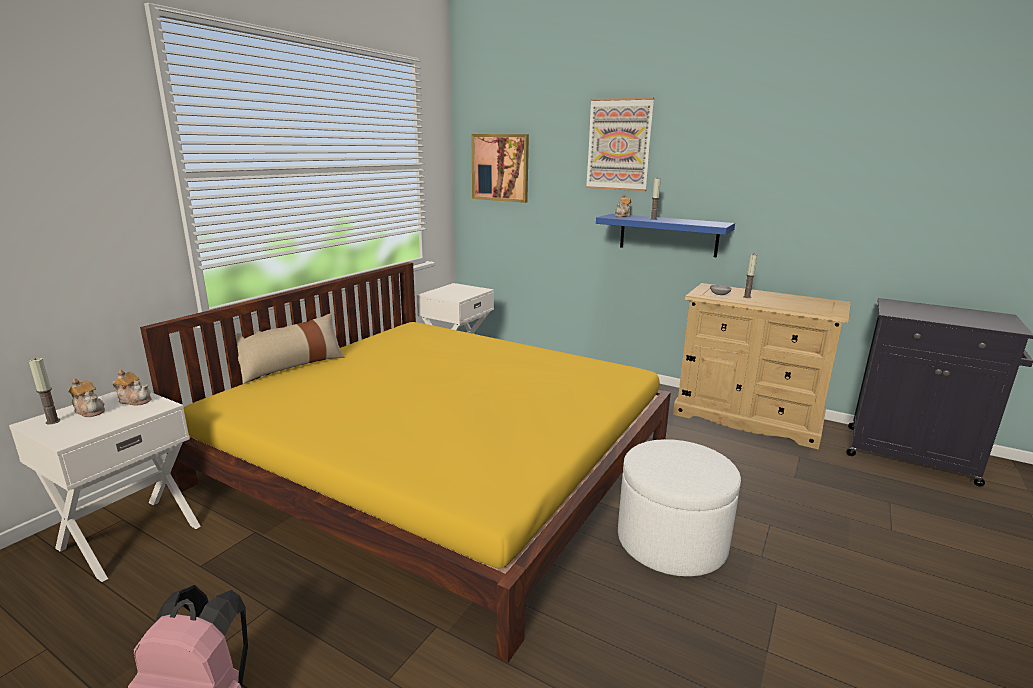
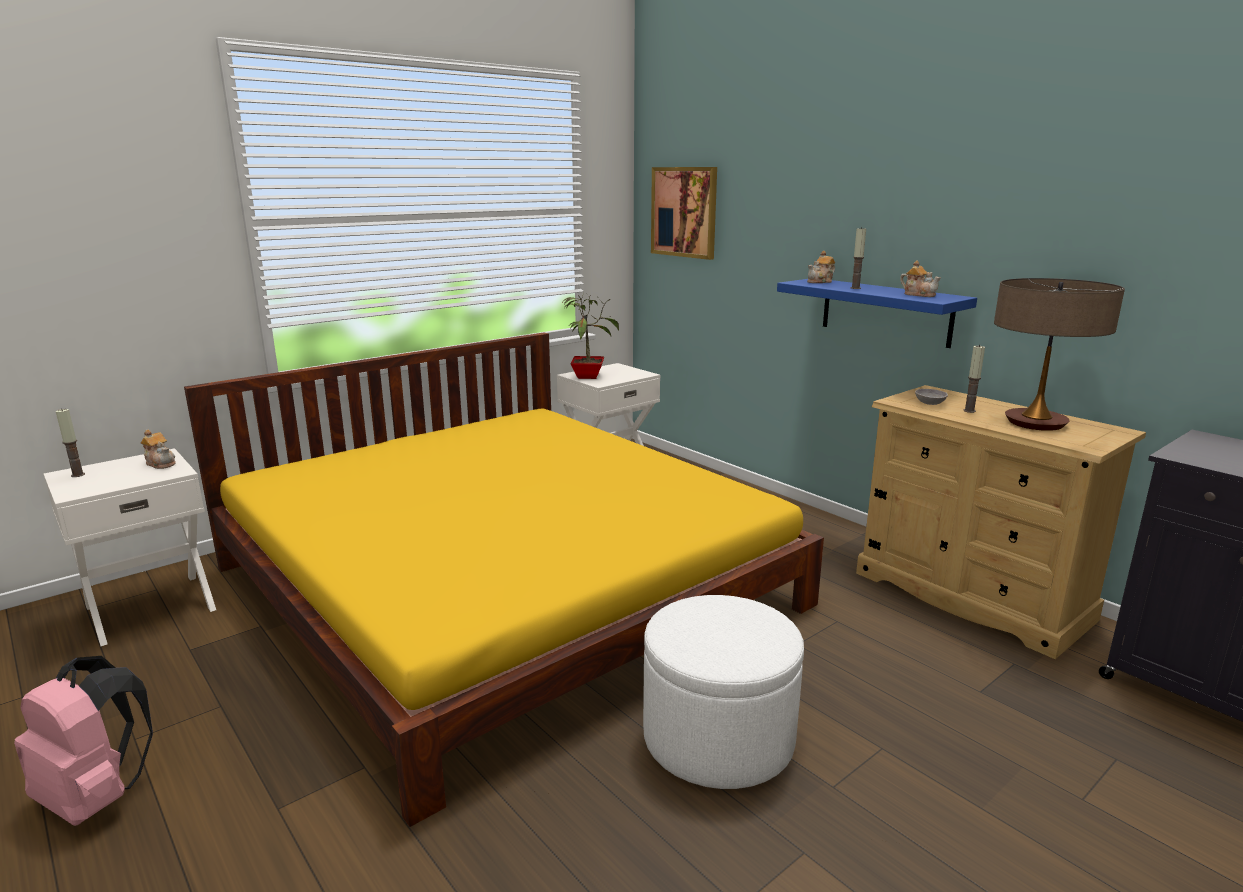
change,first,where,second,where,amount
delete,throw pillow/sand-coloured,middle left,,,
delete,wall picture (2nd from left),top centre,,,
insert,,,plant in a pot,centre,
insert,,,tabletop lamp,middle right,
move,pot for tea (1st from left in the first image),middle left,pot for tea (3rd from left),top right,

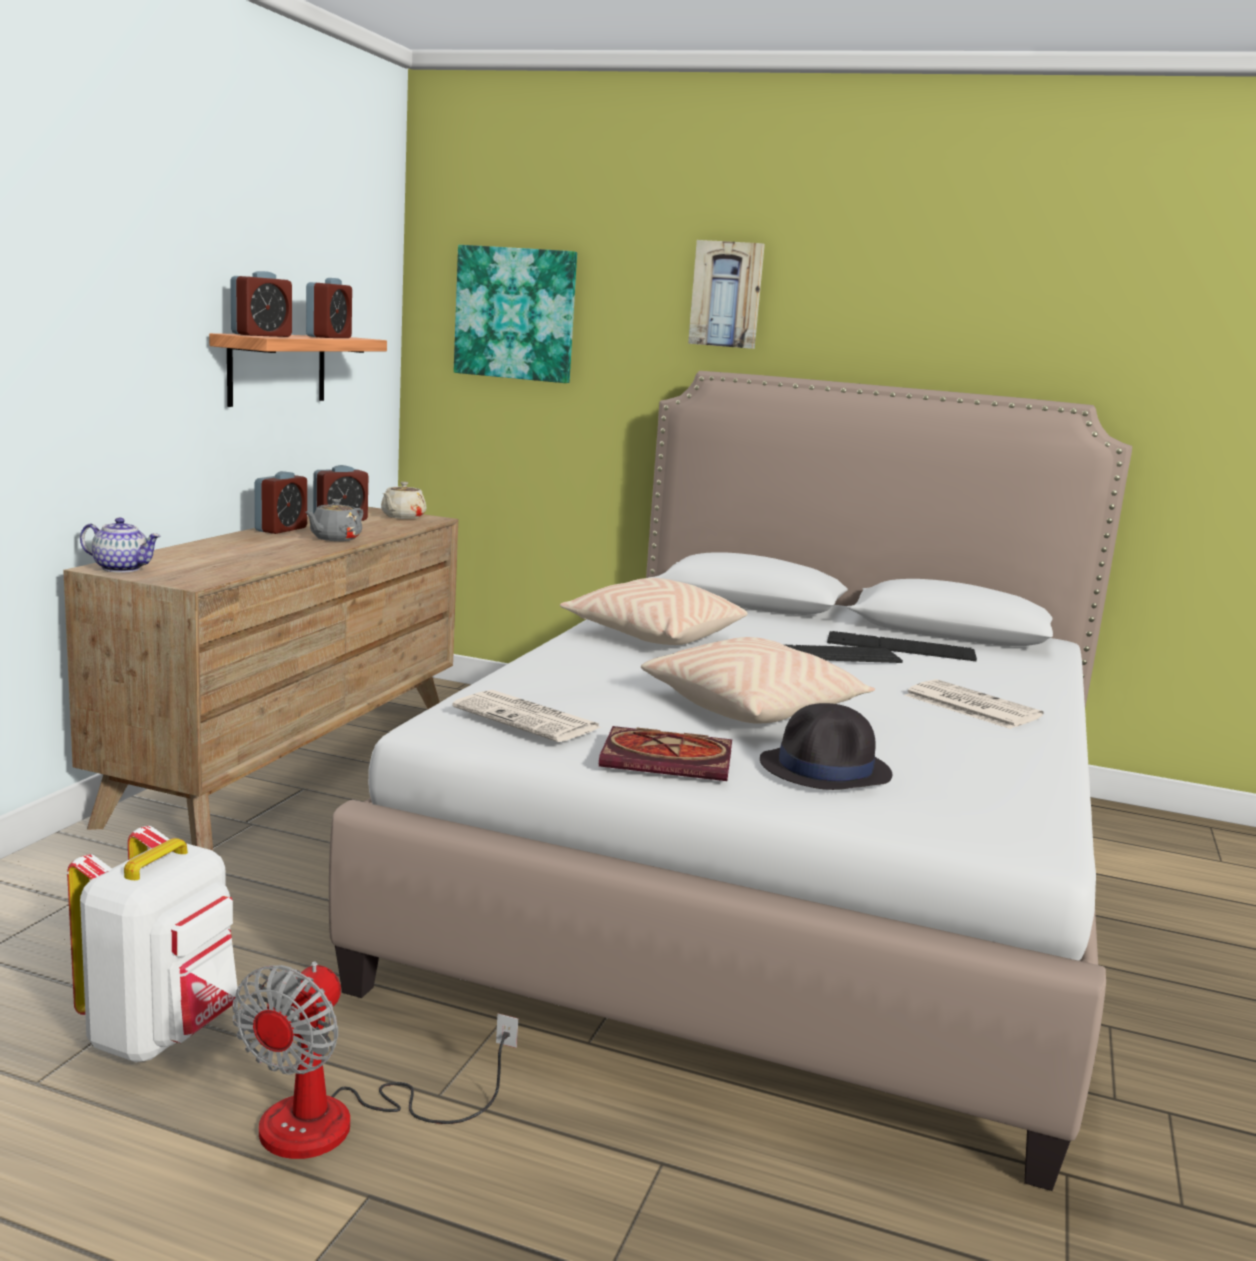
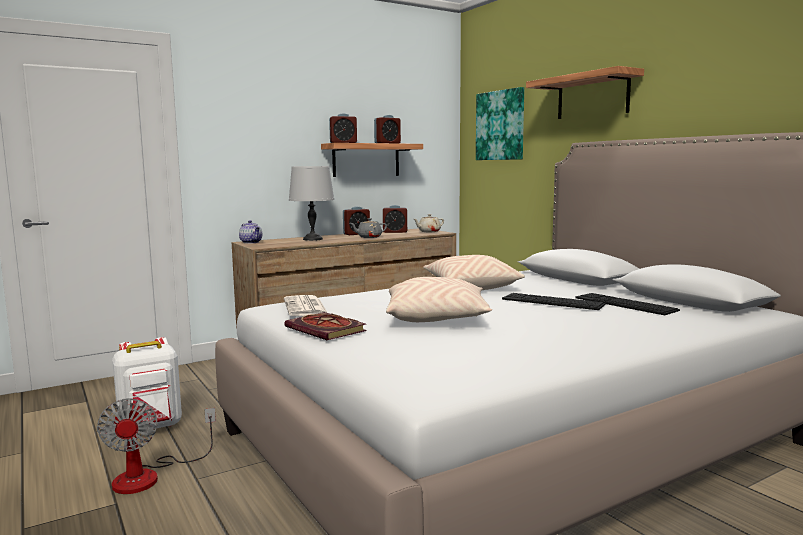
change,first,where,second,where,amount
delete,wearable hat/black,centre,,,
delete,newspaper (2nd from left),middle right,,,
insert,,,tabletop lamp/grey,centre,
replace,wall picture (2nd from left),top centre,bracket shelf (2nd from left),top right,
rotate,electric fan,bottom left,,bottom left,75 degrees counterclockwise

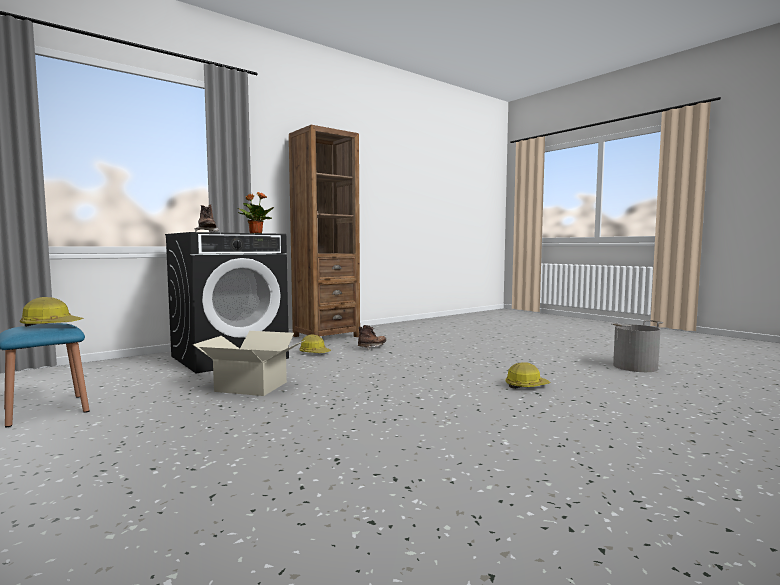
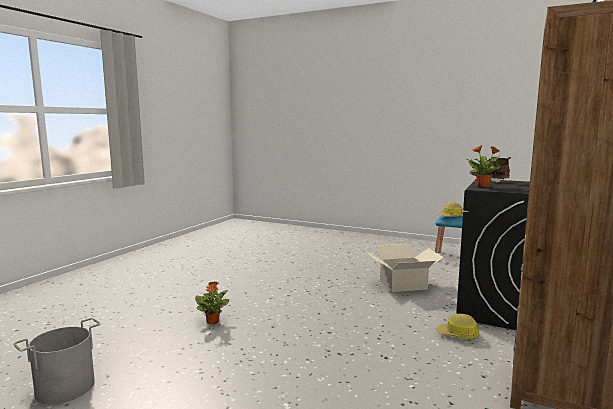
change,first,where,second,where,amount
delete,boot/brown (2nd from left),centre,,,
replace,work helmet (3rd from left),middle right,plant in a pot (1st from left),bottom centre,

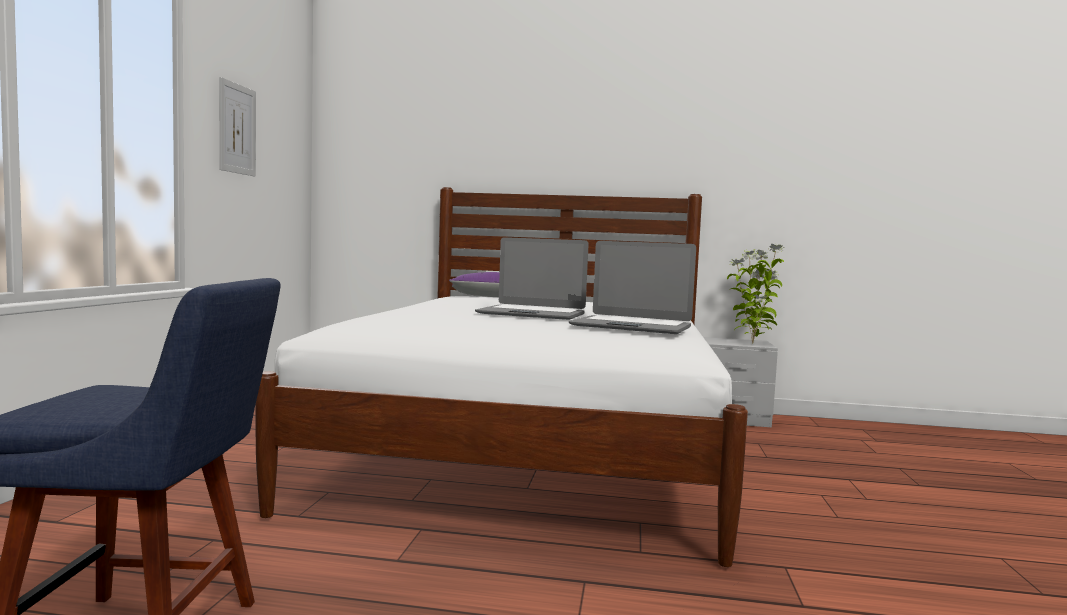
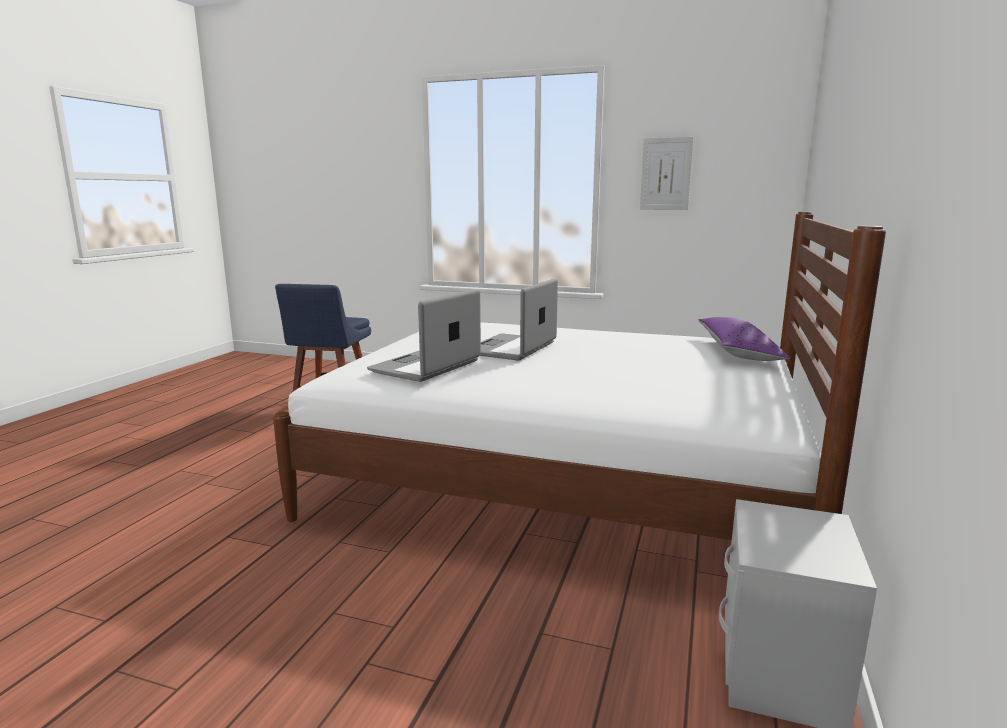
change,first,where,second,where,amount
delete,plant in a pot,middle right,,,

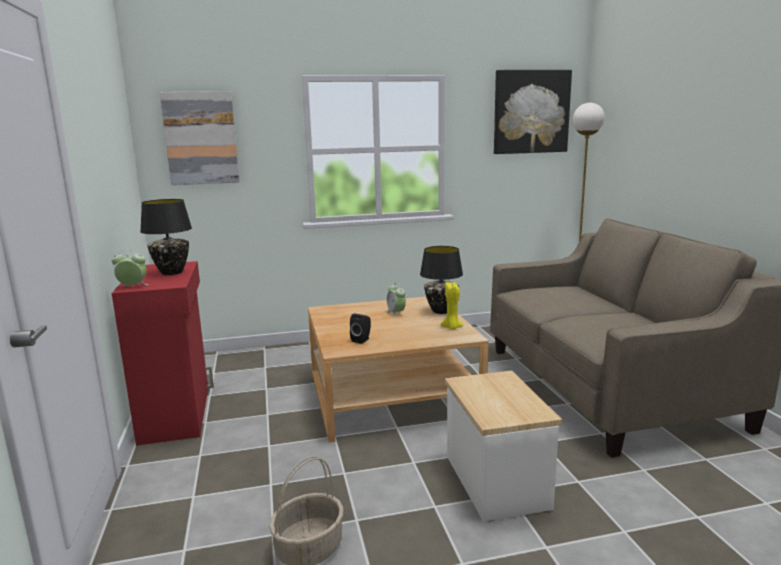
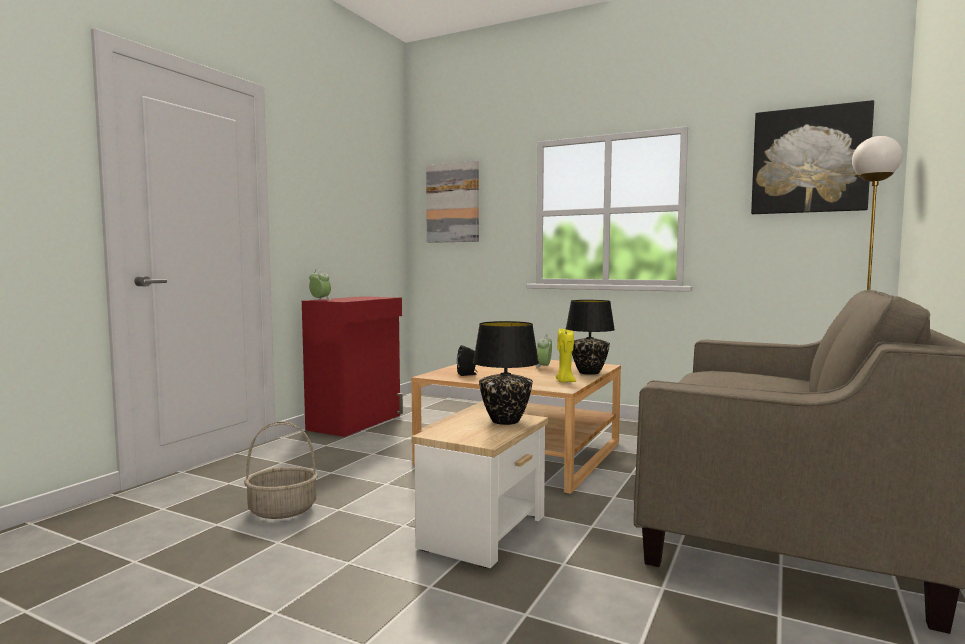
change,first,where,second,where,amount
move,tabletop lamp/black (1st from left),middle left,,centre,

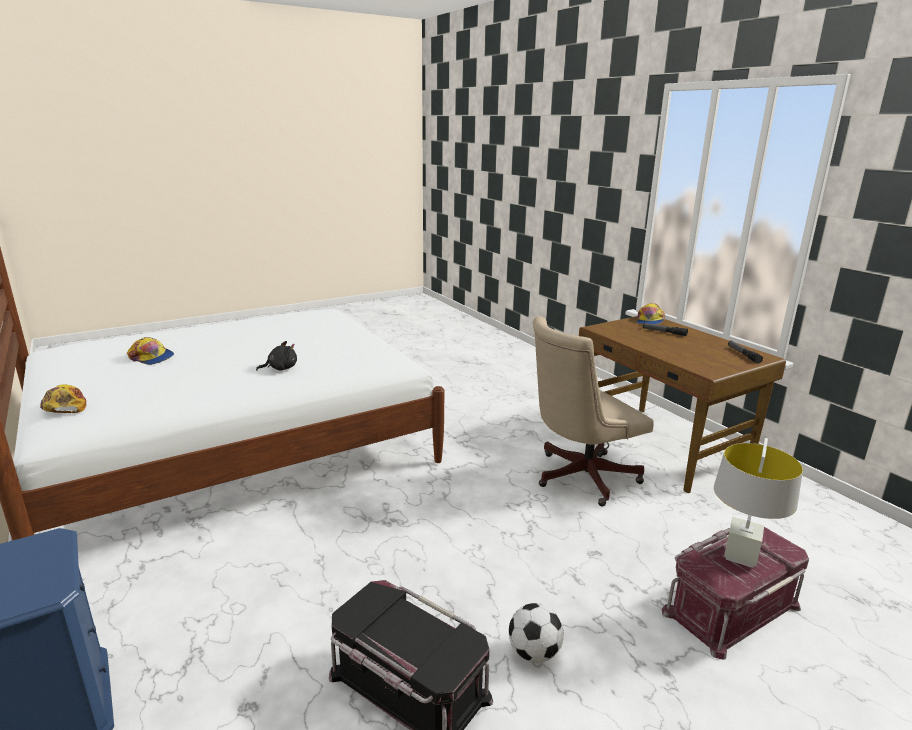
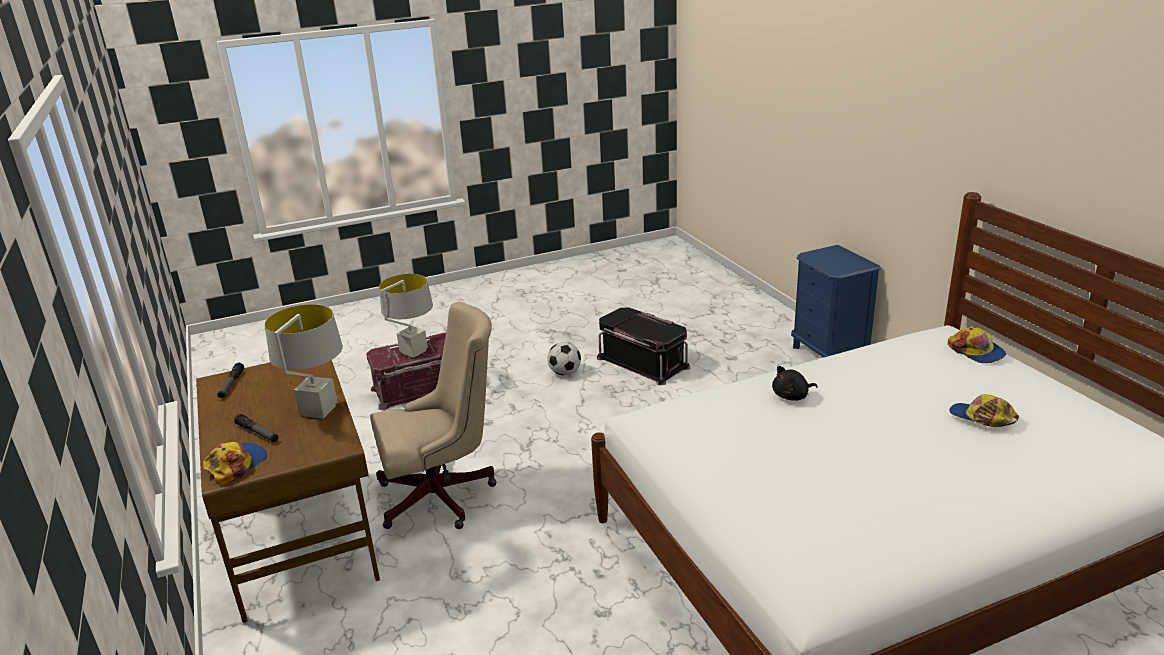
change,first,where,second,where,amount
insert,,,tabletop lamp/grey (1st from left),middle left,

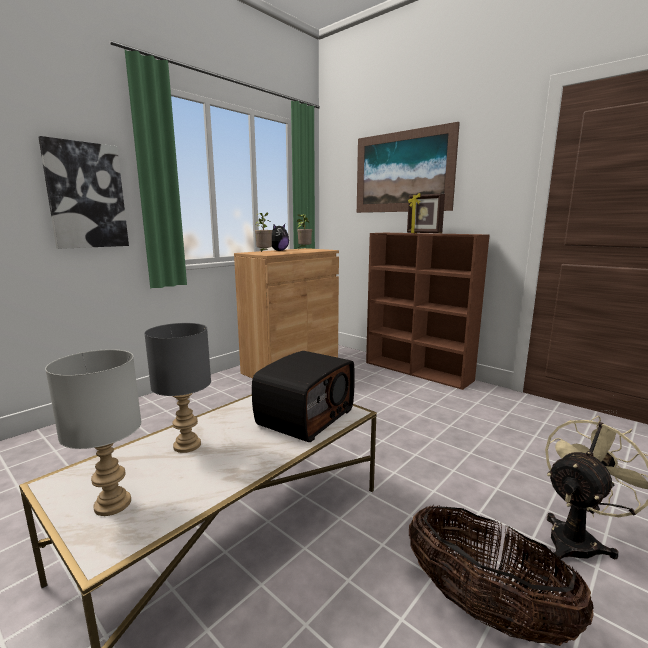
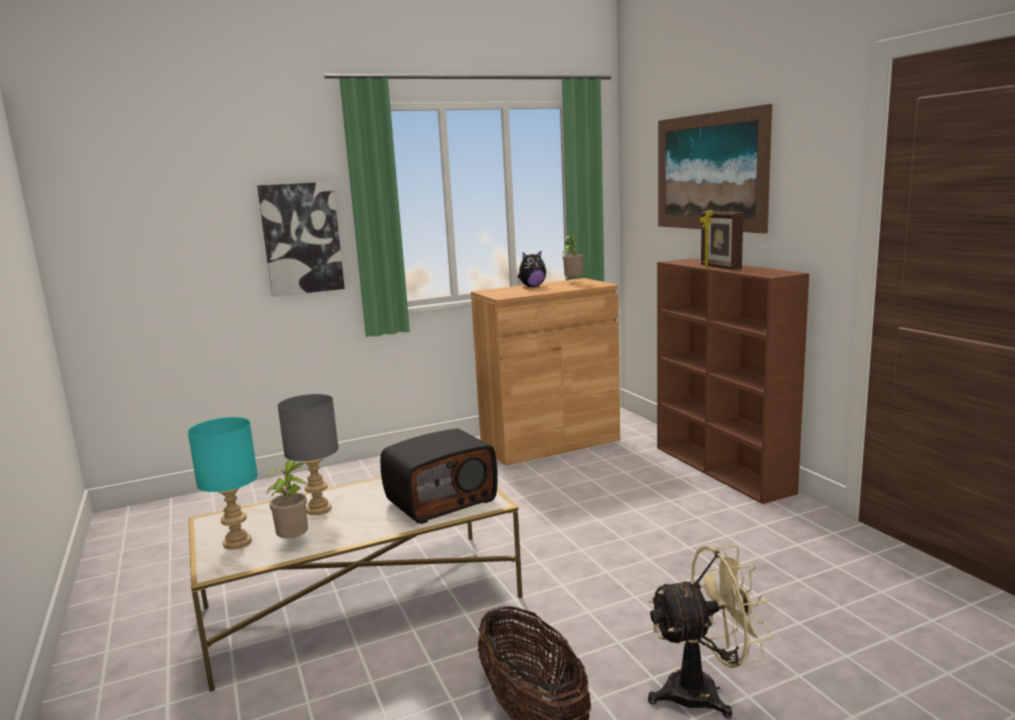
change,first,where,second,where,amount
move,plant in a pot (1st from left),centre,,bottom left,
recolor,tabletop lamp/grey (1st from left),bottom left,tabletop lamp/turquoise-coloured,bottom left,

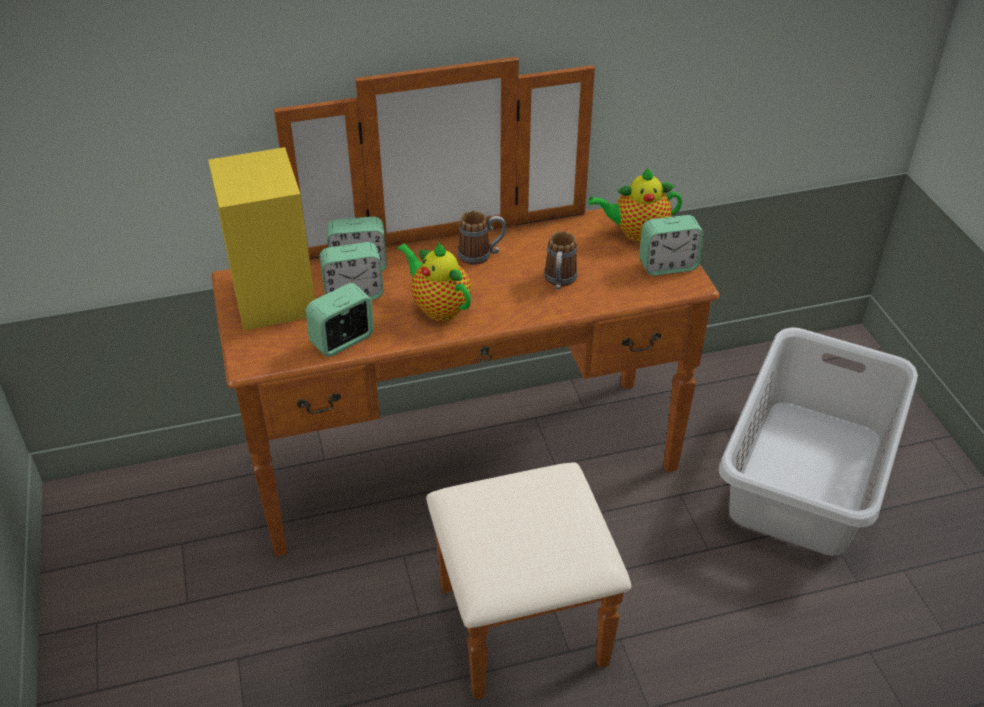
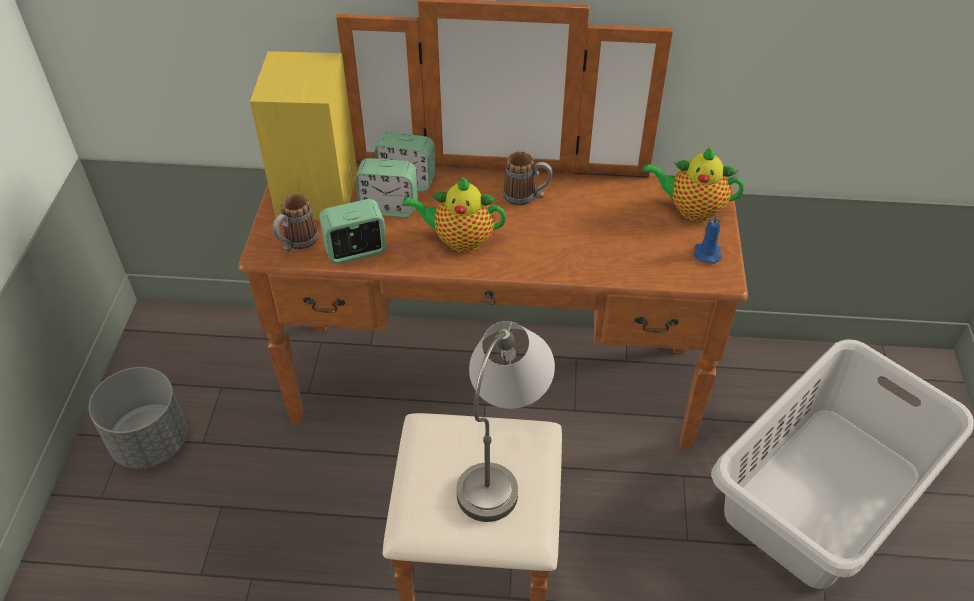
change,first,where,second,where,amount
insert,,,plant pot/grey,bottom left,
insert,,,tabletop lamp/grey,bottom centre,
move,tea mug (2nd from left in the first image),centre,tea mug (1st from left),middle left,
replace,table clock (4th from left),middle right,wax candle/blue-coloured,middle right,
rotate,pot for tea (1st from left),centre,,centre,60 degrees counterclockwise

